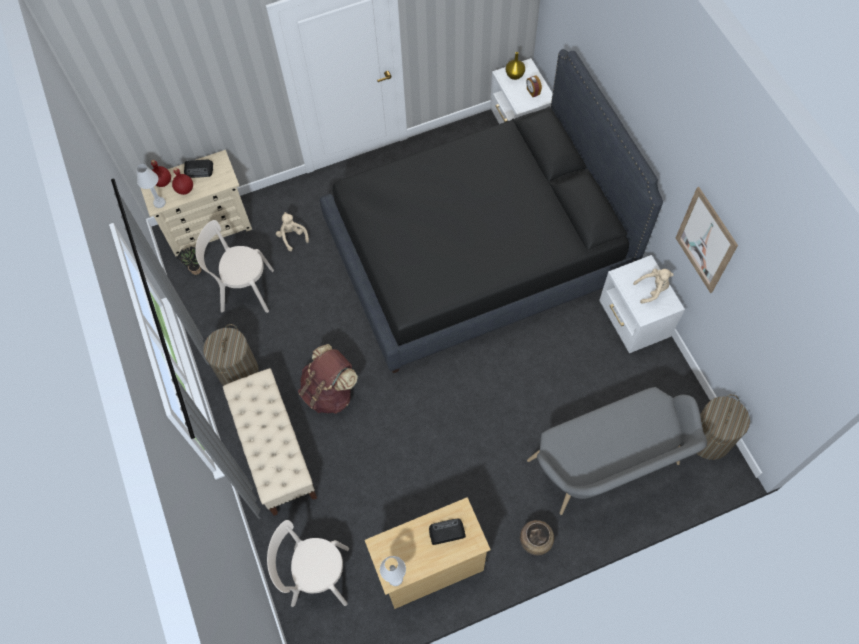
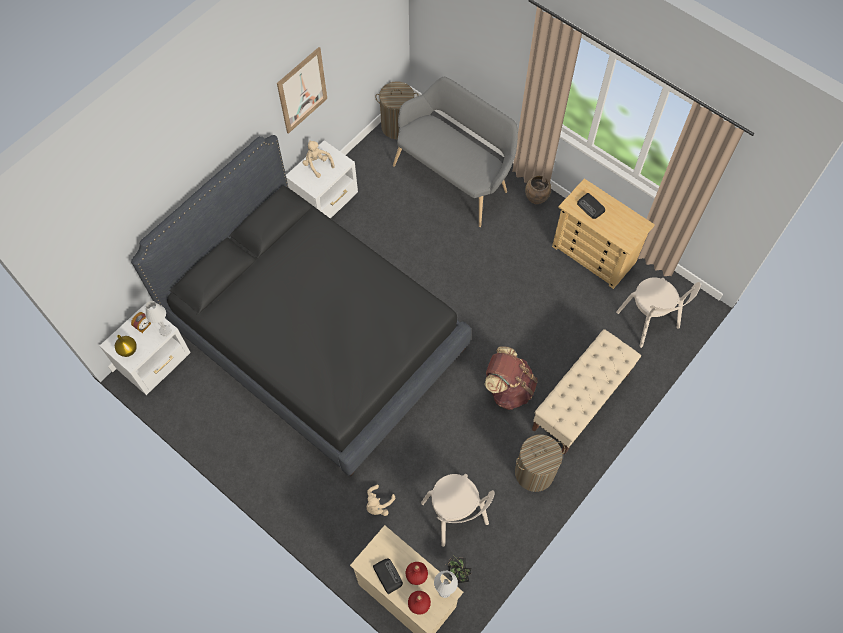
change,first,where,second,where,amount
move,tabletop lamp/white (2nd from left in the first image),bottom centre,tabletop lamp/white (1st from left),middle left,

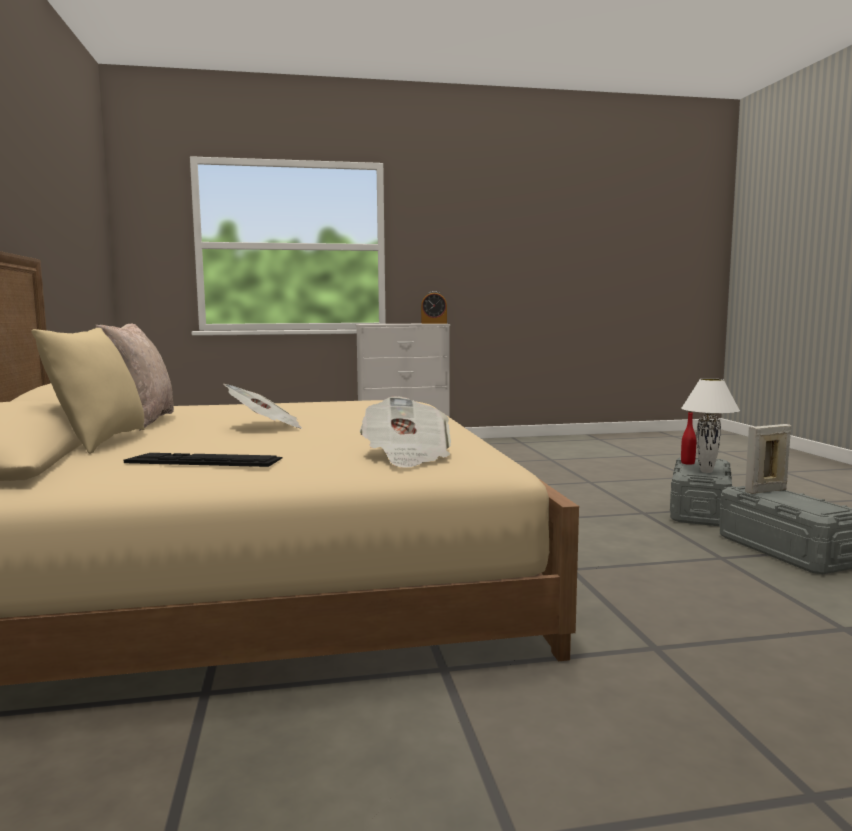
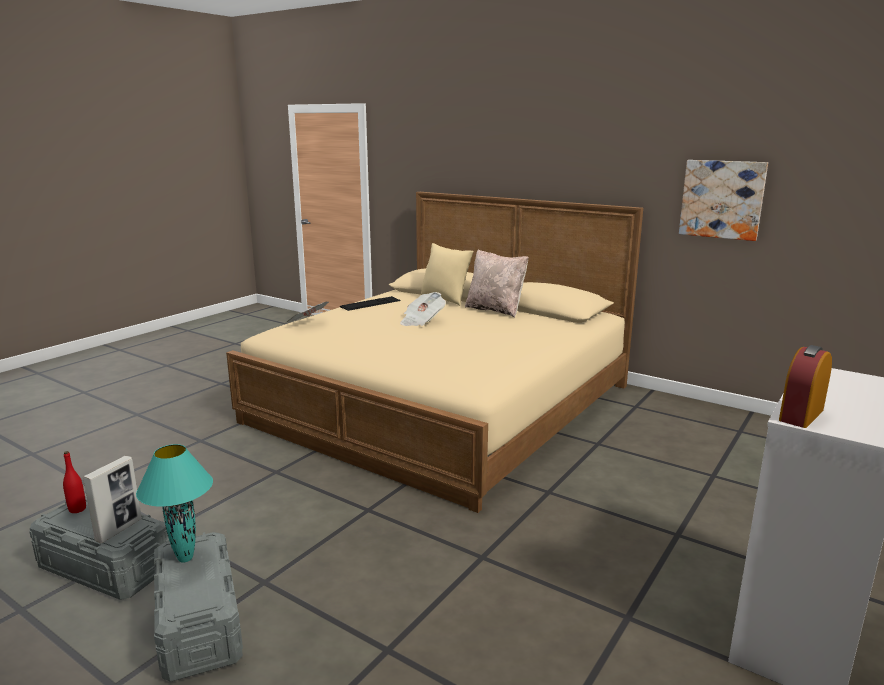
change,first,where,second,where,amount
insert,,,wall picture,top right,
move,beverage bottle/red-coloured,middle right,,bottom left,
recolor,tabletop lamp/white,middle right,tabletop lamp/turquoise-coloured,bottom left,

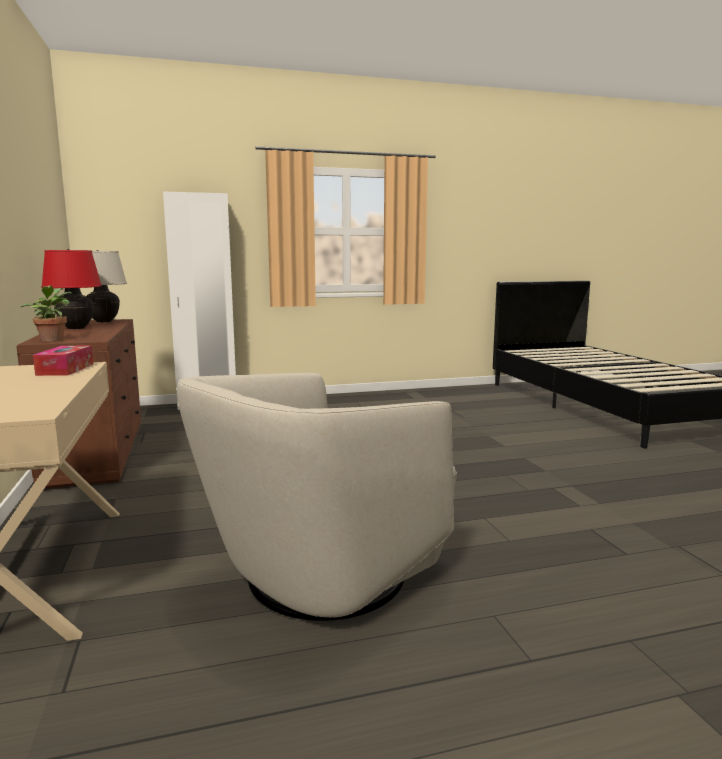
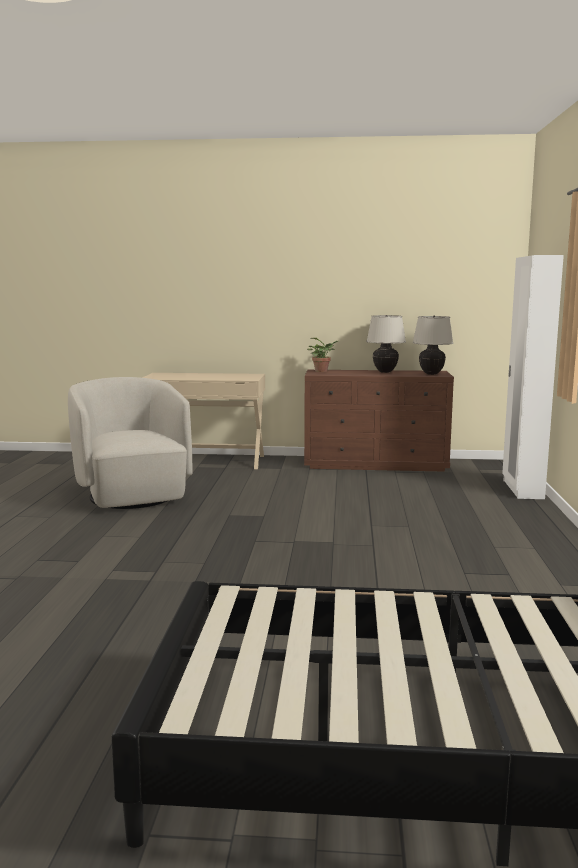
change,first,where,second,where,amount
delete,tissue holder,middle left,,,
recolor,tabletop lamp/red-coloured,middle left,tabletop lamp/sand-coloured (1st from left),middle right,

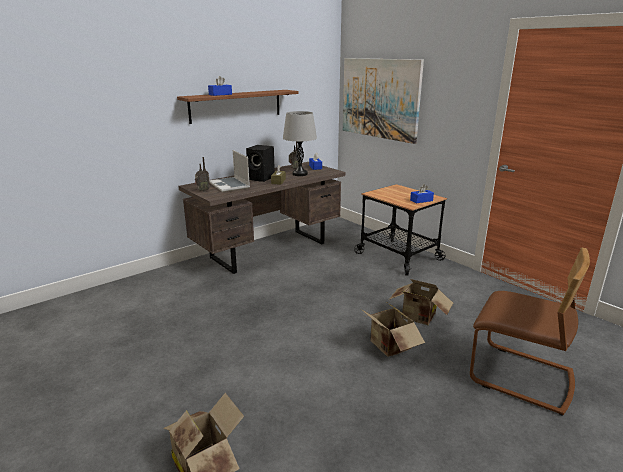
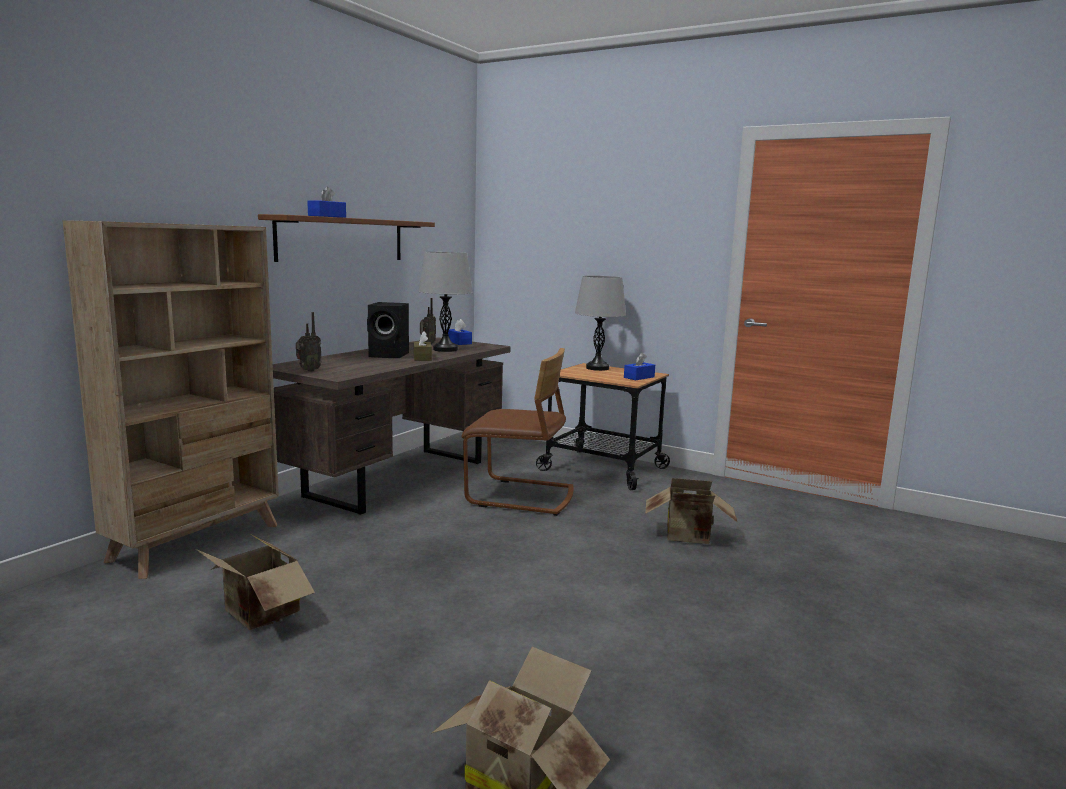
change,first,where,second,where,amount
delete,laptop,centre,,,
delete,wall picture,top centre,,,
insert,,,bookshelf/sand-coloured,middle left,
insert,,,tabletop lamp/grey (2nd from left),centre,
move,cardboard box (2nd from left in the first image),bottom centre,cardboard box (1st from left),bottom left,
move,plain chair/brown,bottom right,,centre,

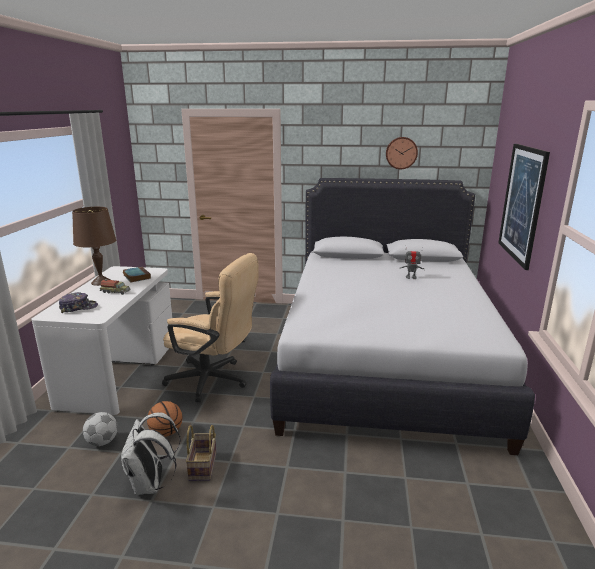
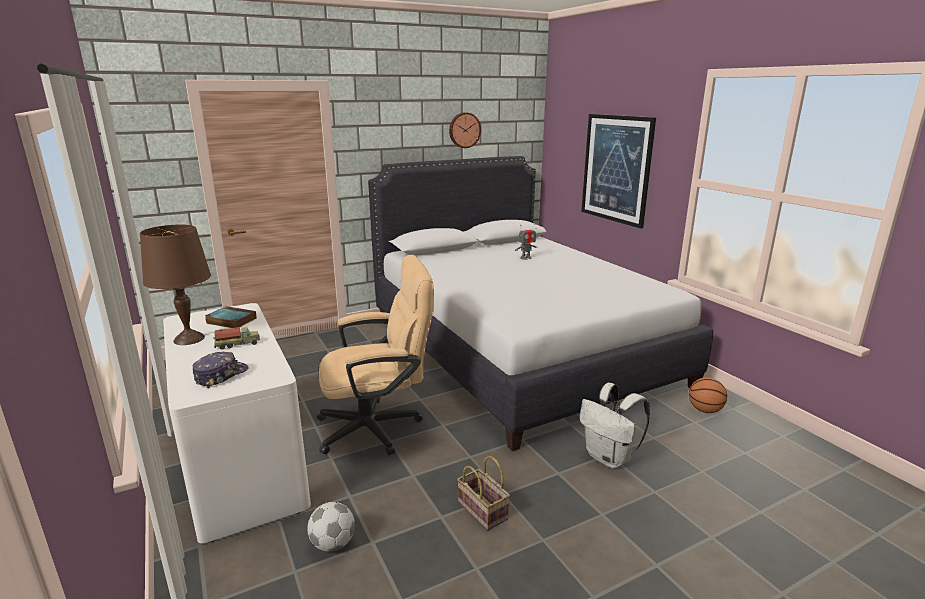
change,first,where,second,where,amount
move,rucksack/white,bottom left,,bottom centre,
move,basketball,bottom left,,middle right,

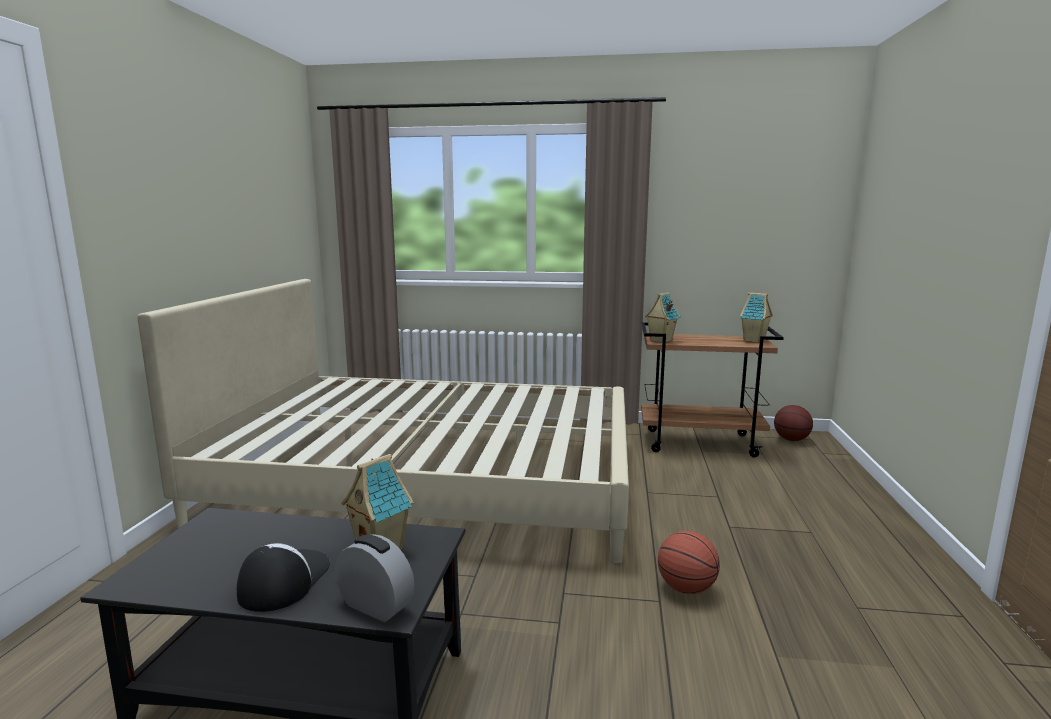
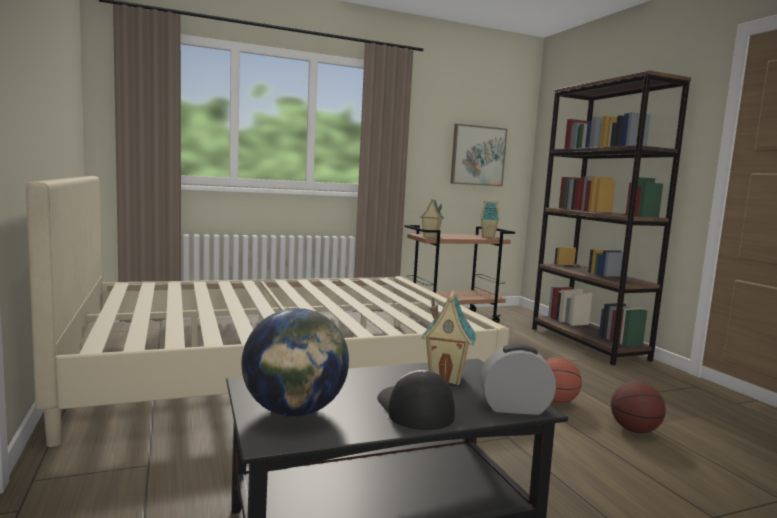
change,first,where,second,where,amount
insert,,,world globe,bottom centre,
insert,,,wall picture,top centre,
insert,,,bookshelf/brown,middle right,
move,basketball (2nd from left),middle right,,bottom right,

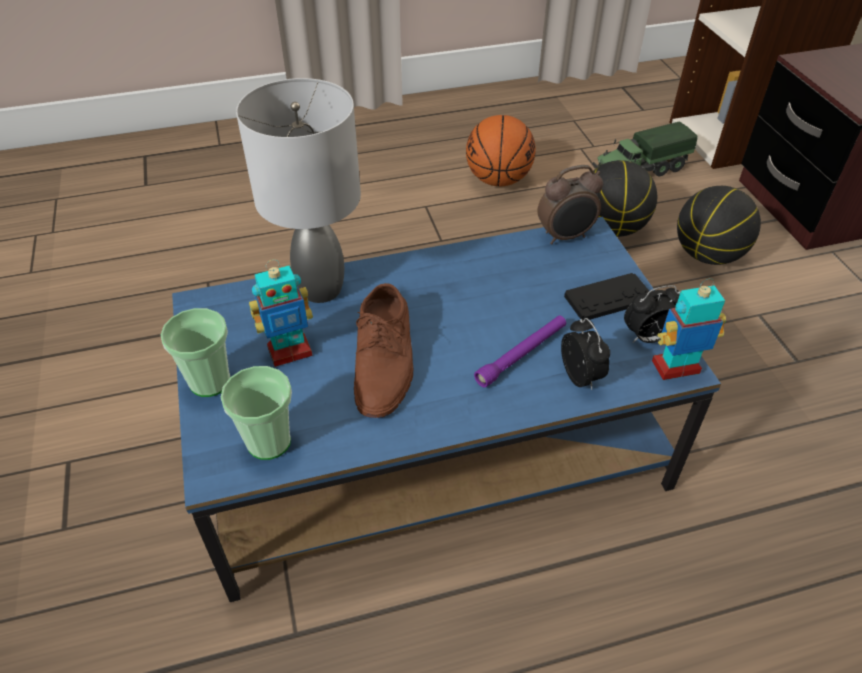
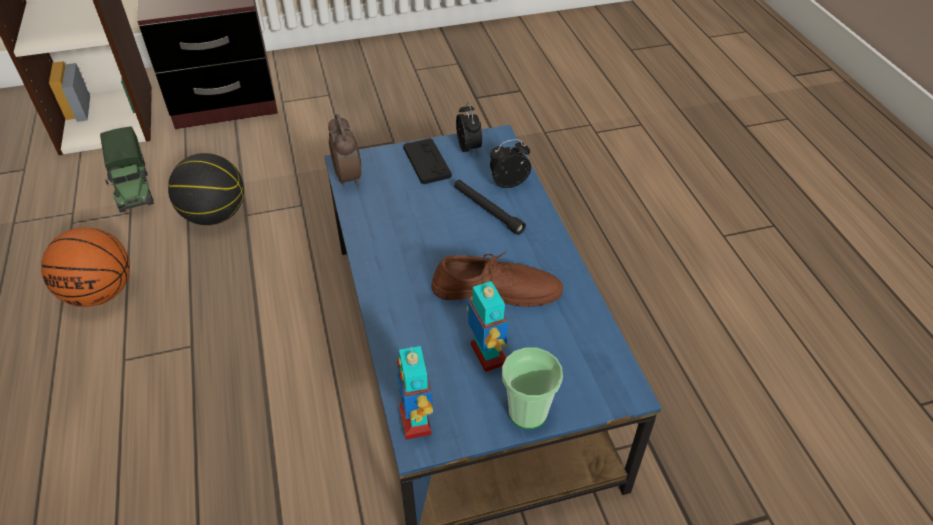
change,first,where,second,where,amount
delete,small cup (2nd from left),middle left,,,
delete,tabletop lamp/grey,top centre,,,
delete,basketball (3rd from left),middle right,,,
move,toy robot (2nd from left in the first image),middle right,toy robot (1st from left),bottom centre,
recolor,hand torch/purple,centre,hand torch/black,centre,

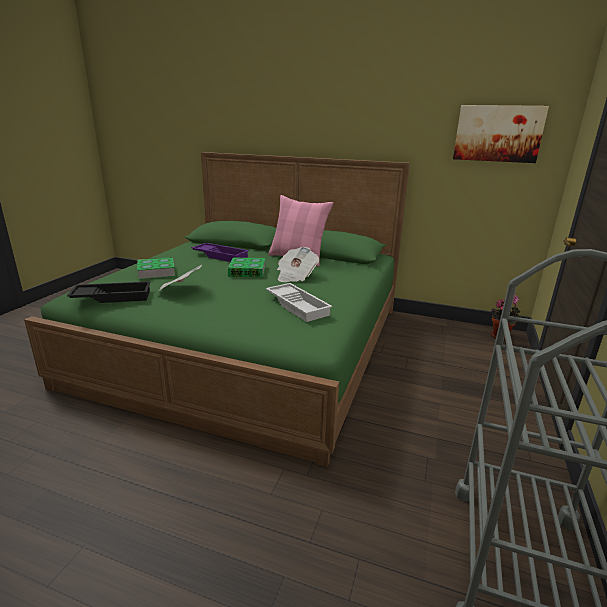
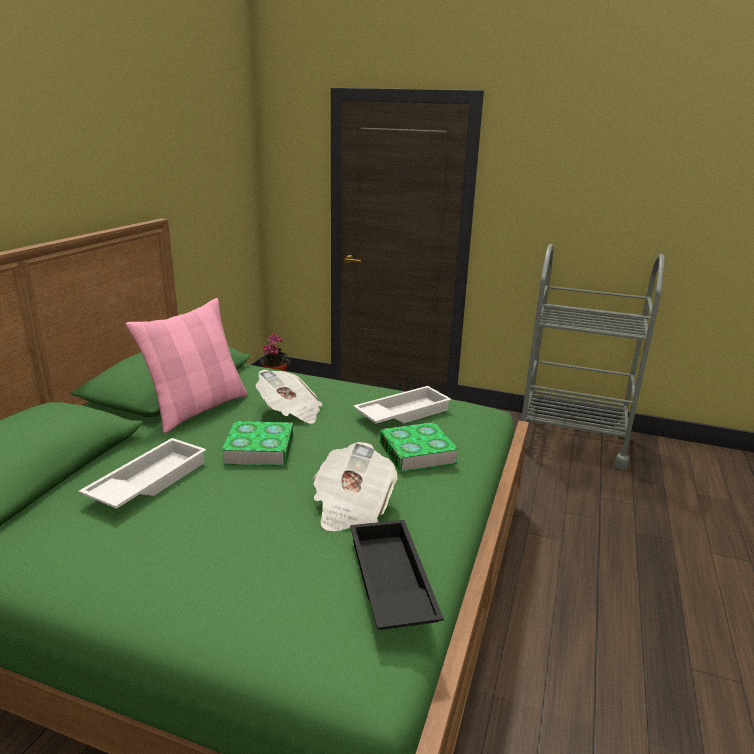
change,first,where,second,where,amount
delete,wall picture,top right,,,
move,volume (1st from left in the first image),middle left,volume (2nd from left),centre,
recolor,carrying tray/purple,centre,carrying tray/white (1st from left),middle left,

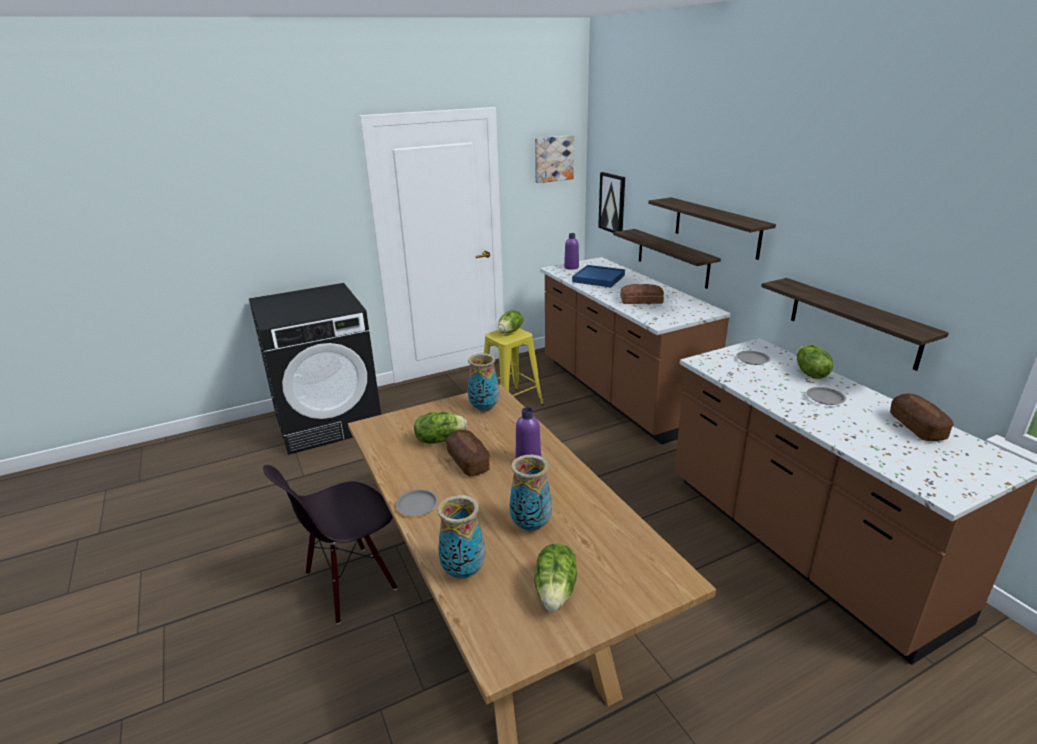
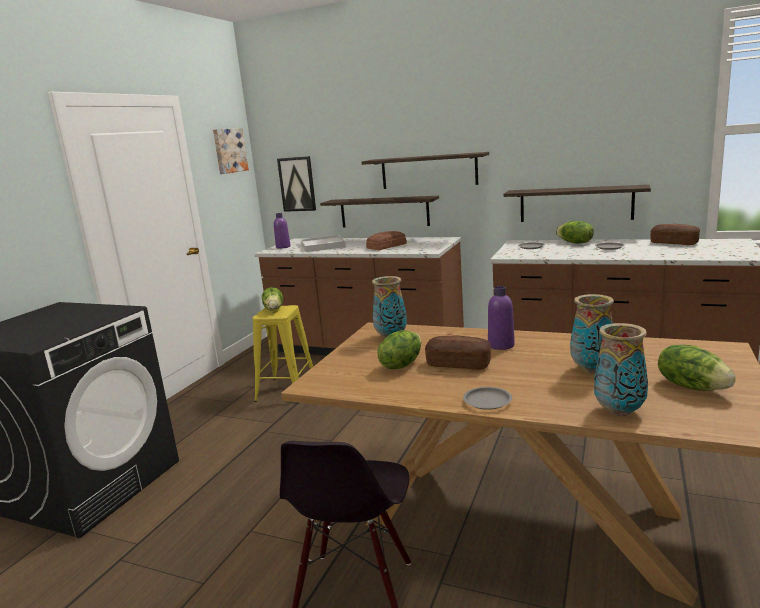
change,first,where,second,where,amount
recolor,carrying tray/blue-coloured,centre,carrying tray/white,centre,

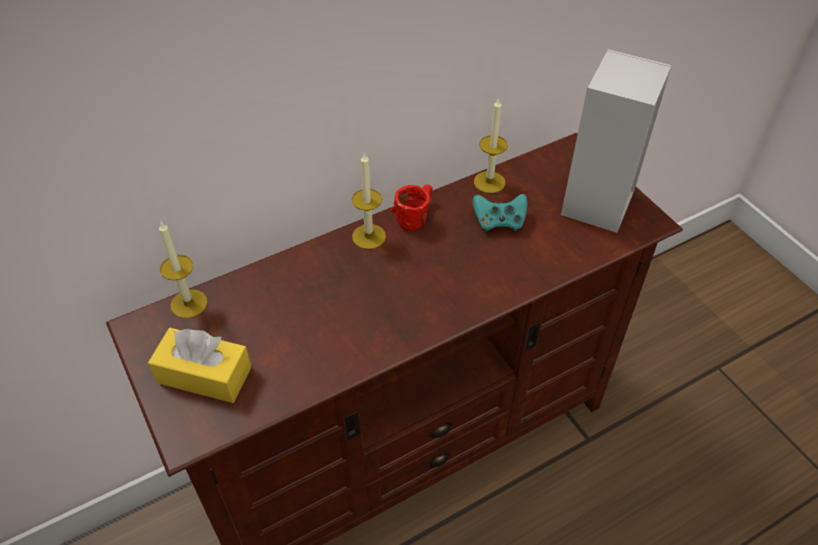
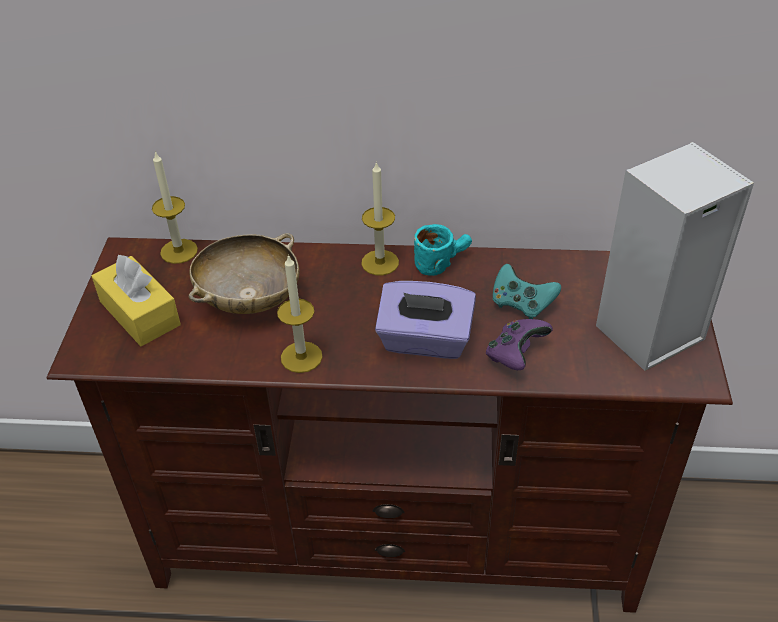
change,first,where,second,where,amount
insert,,,deep dish/sand-coloured,middle left,
insert,,,tissue holder/purple,centre,
insert,,,joypad/purple,middle right,
move,wax candle (3rd from left in the first image),top centre,wax candle (2nd from left),centre,
recolor,tea mug/red-coloured,centre,tea mug/turquoise-coloured,centre,

